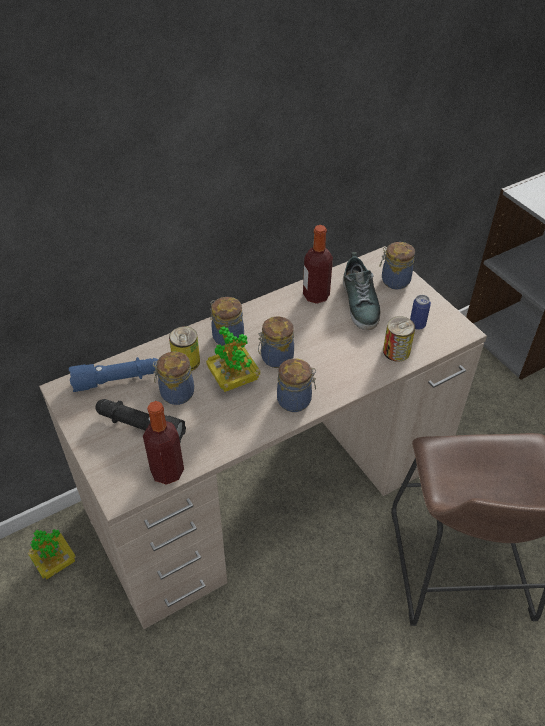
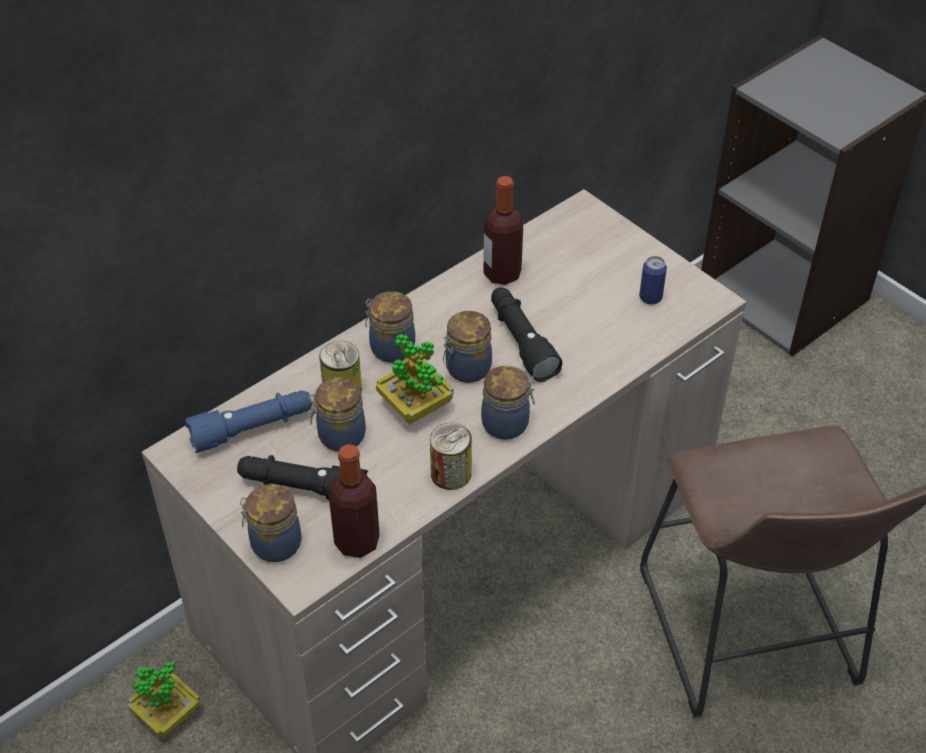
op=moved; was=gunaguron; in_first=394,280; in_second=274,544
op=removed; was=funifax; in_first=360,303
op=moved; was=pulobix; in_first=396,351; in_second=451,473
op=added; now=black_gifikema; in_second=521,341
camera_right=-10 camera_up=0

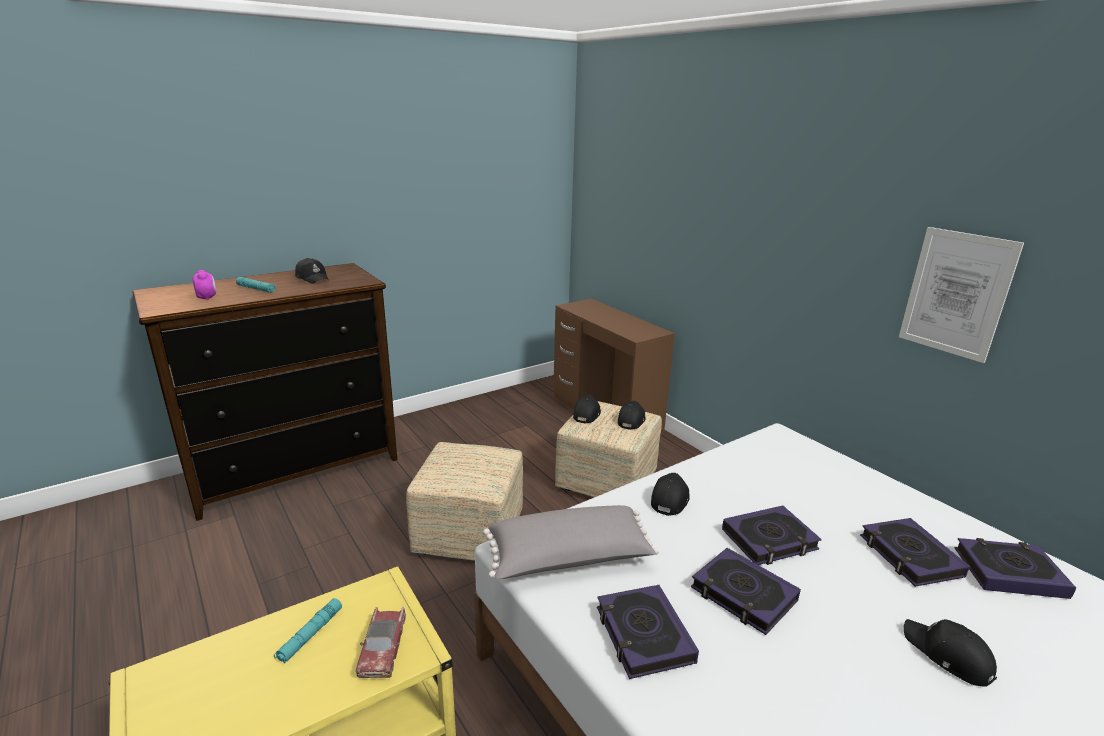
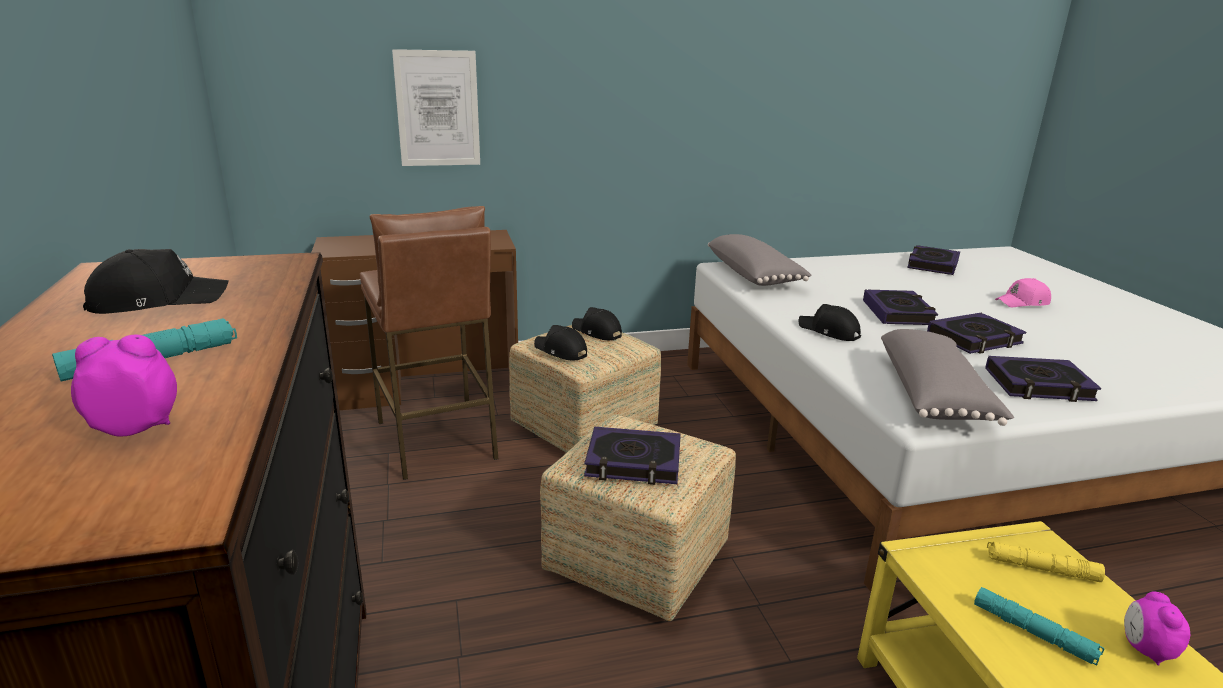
op=moved; was=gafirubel; in_first=956,293; in_second=438,109
op=moved; was=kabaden; in_first=909,556; in_second=633,462
op=replaced; was=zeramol; now=yellow_gifikema; in_first=383,648; in_second=1041,568
op=recoloured; was=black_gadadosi; now=pink_gadadosi; in_first=947,656; in_second=1023,302
op=added; now=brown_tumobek; in_second=436,440
op=added; now=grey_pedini; in_second=754,275
op=added; now=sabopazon; in_second=1145,650
camera_right=-70 camera_up=0

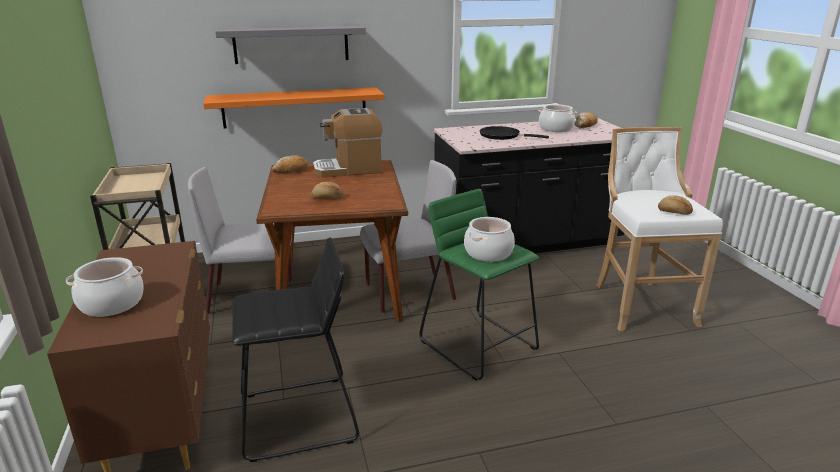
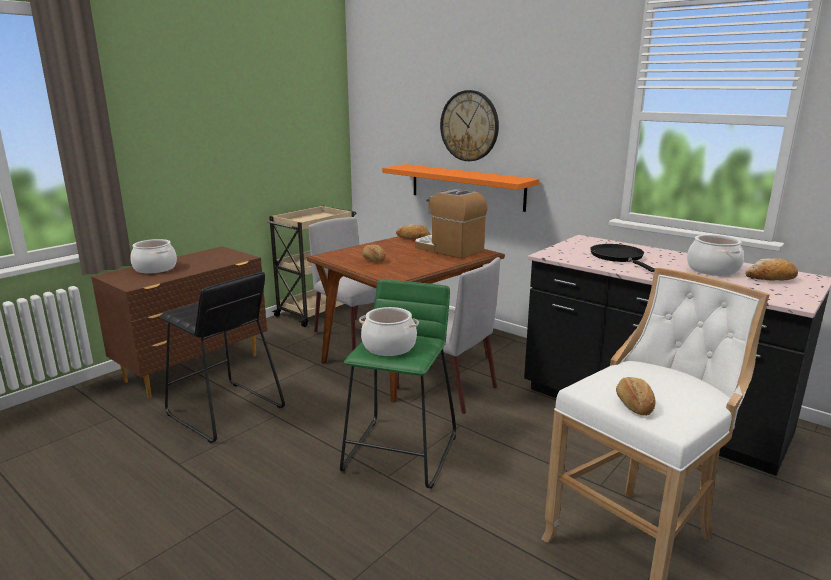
op=replaced; was=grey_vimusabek; now=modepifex; in_first=291,44; in_second=469,126
camera_right=55 camera_up=-5

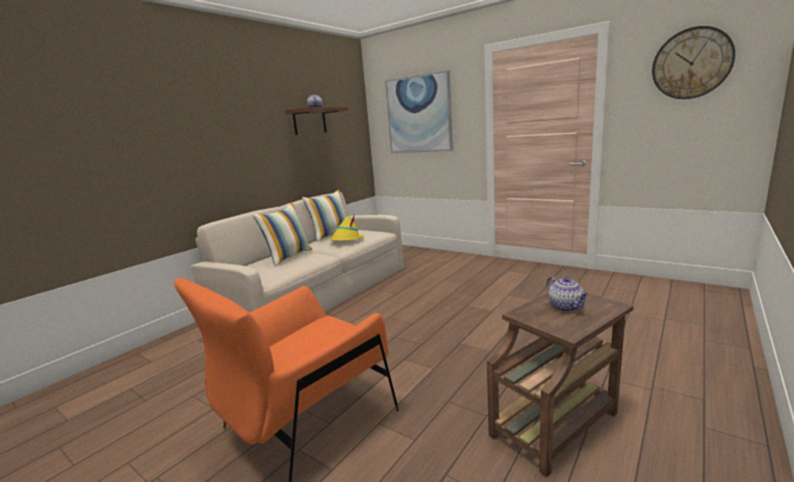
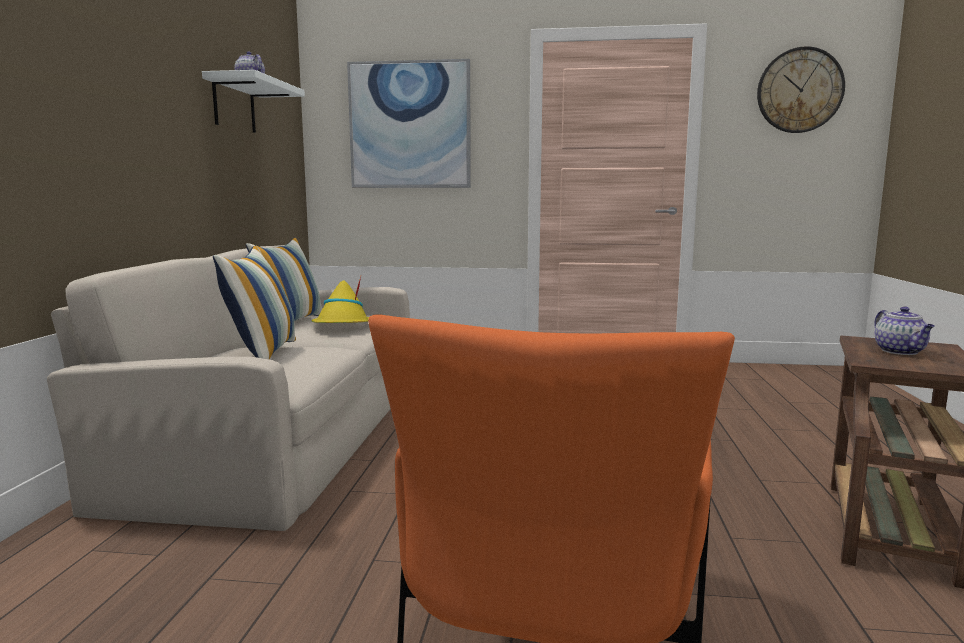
op=recoloured; was=brown_vimusabek; now=white_vimusabek; in_first=309,121; in_second=234,105
op=turned; was=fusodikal; in_first=566,307; in_second=901,352; clockwise=45
camera_right=-30 camera_up=-5

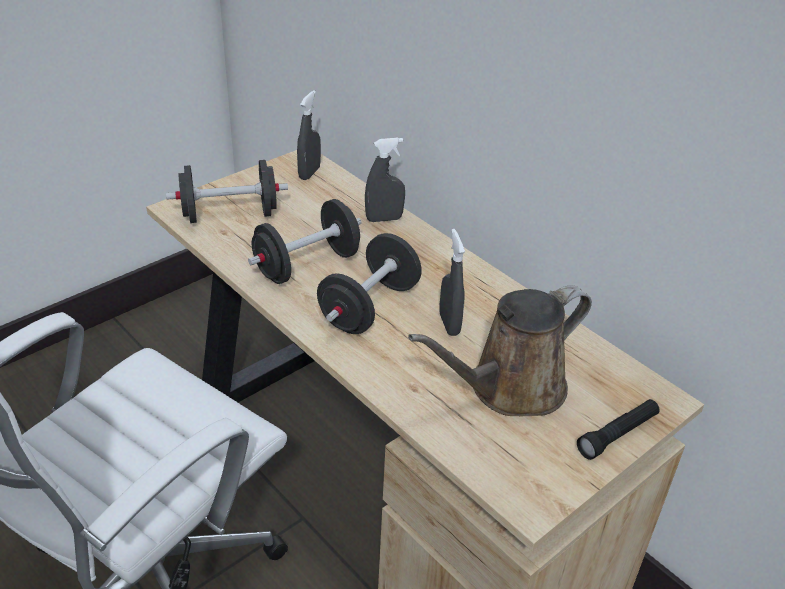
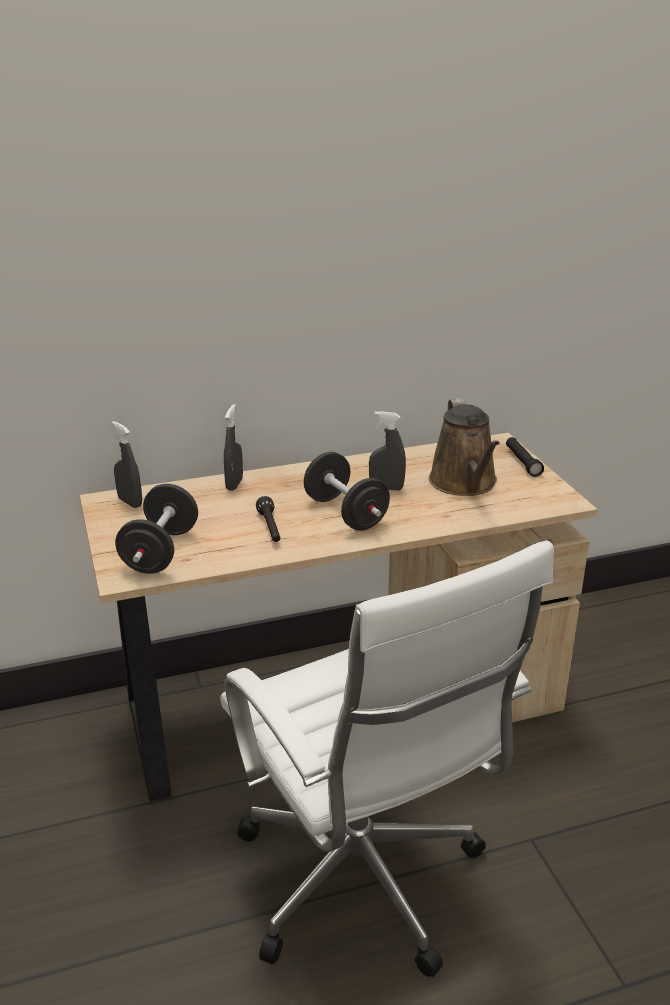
op=replaced; was=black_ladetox; now=black_gifikema; in_first=307,265; in_second=270,528
camera_right=-65 camera_up=-10

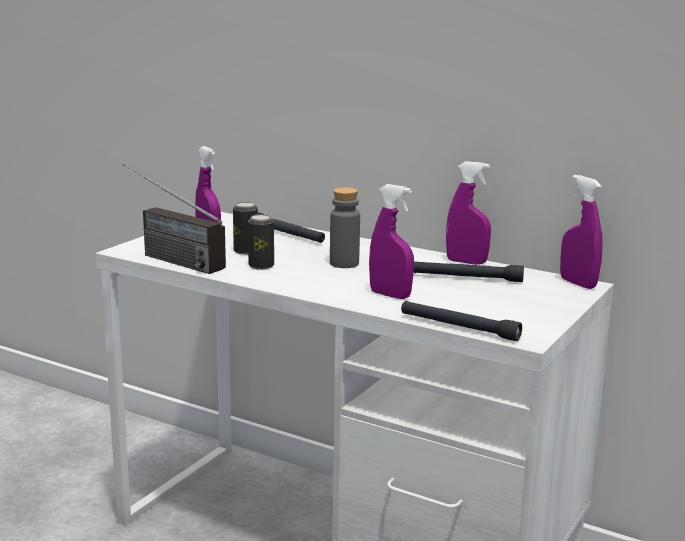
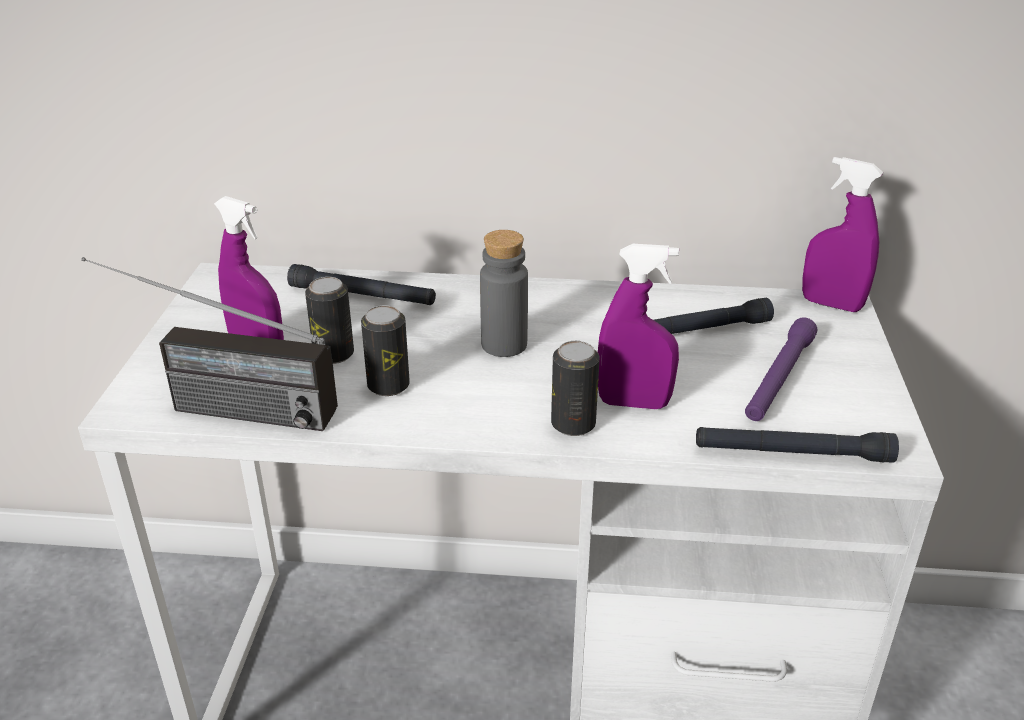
op=removed; was=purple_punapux; in_first=466,262
op=added; now=purple_gifikema; in_second=779,379
op=added; now=pulobix; in_second=573,424
camera_right=-25 camera_up=15

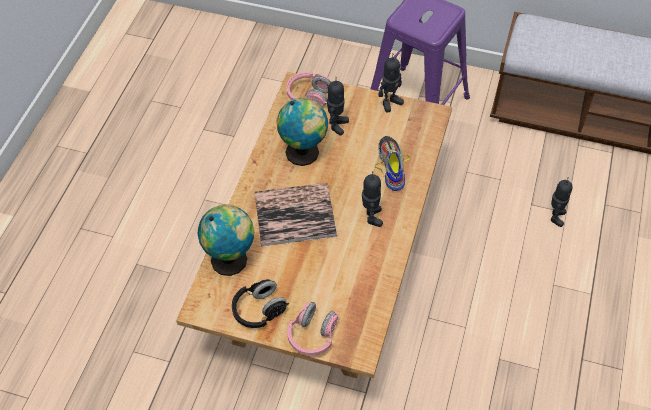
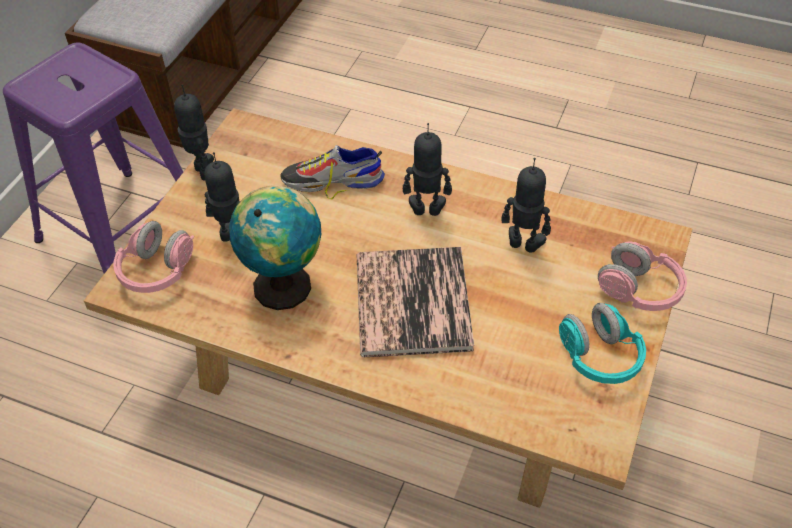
op=moved; was=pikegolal; in_first=555,217; in_second=523,244
op=removed; was=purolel; in_first=232,259
op=recoloured; was=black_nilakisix; now=turquoise_nilakisix; in_first=259,310; in_second=599,357
camera_right=-85 camera_up=-5

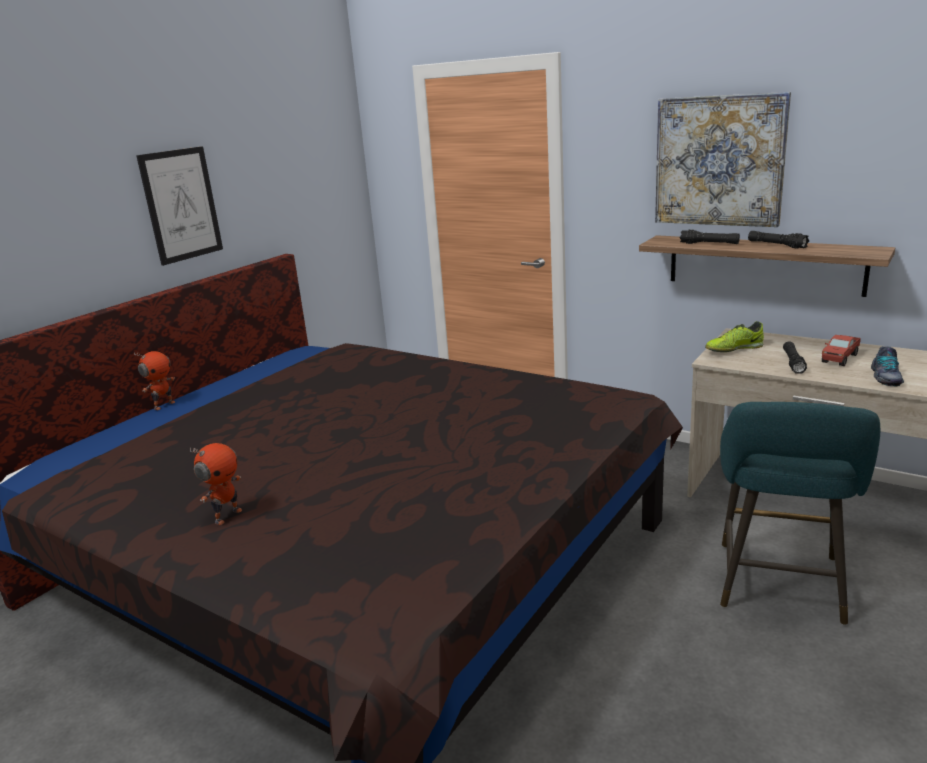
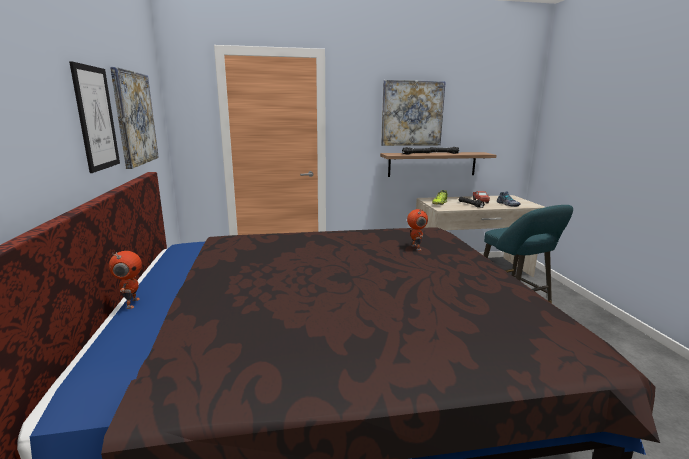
op=moved; was=pikegolal; in_first=227,515; in_second=415,248
op=added; now=gafirubel; in_second=135,118
camera_right=-45 camera_up=-5

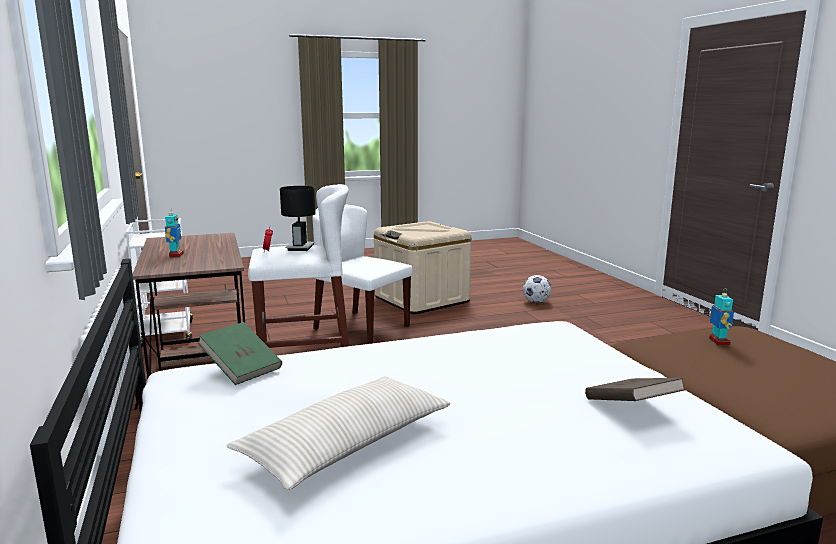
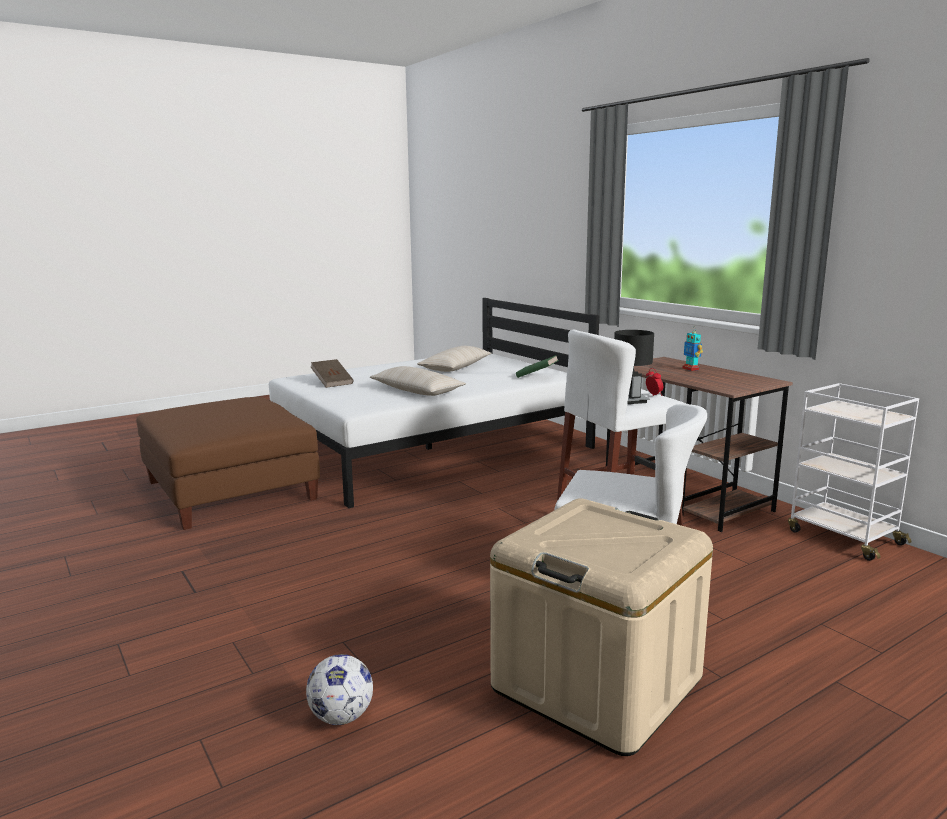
op=removed; was=pikegolal; in_first=718,342
op=added; now=beige_pedini; in_second=417,391
camera_right=165 camera_up=0

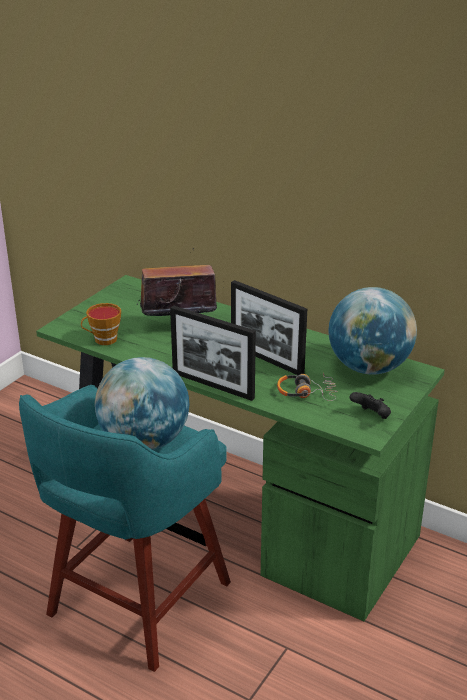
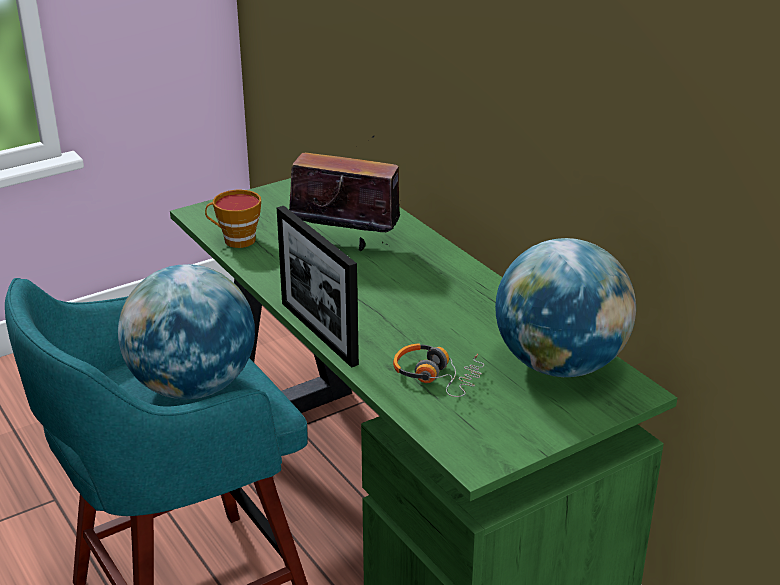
op=removed; was=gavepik; in_first=266,359
op=removed; was=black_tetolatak; in_first=371,416
camera_right=25 camera_up=0

